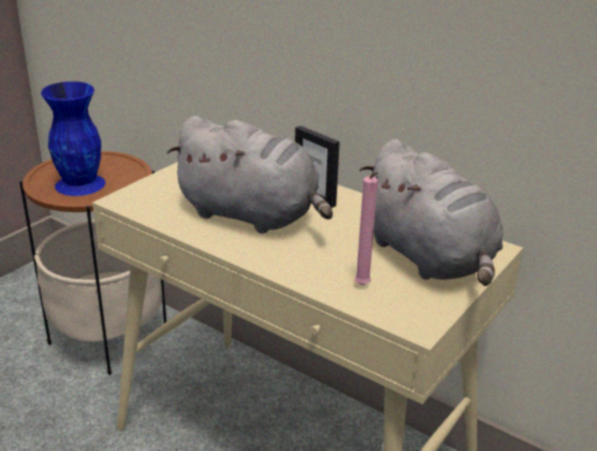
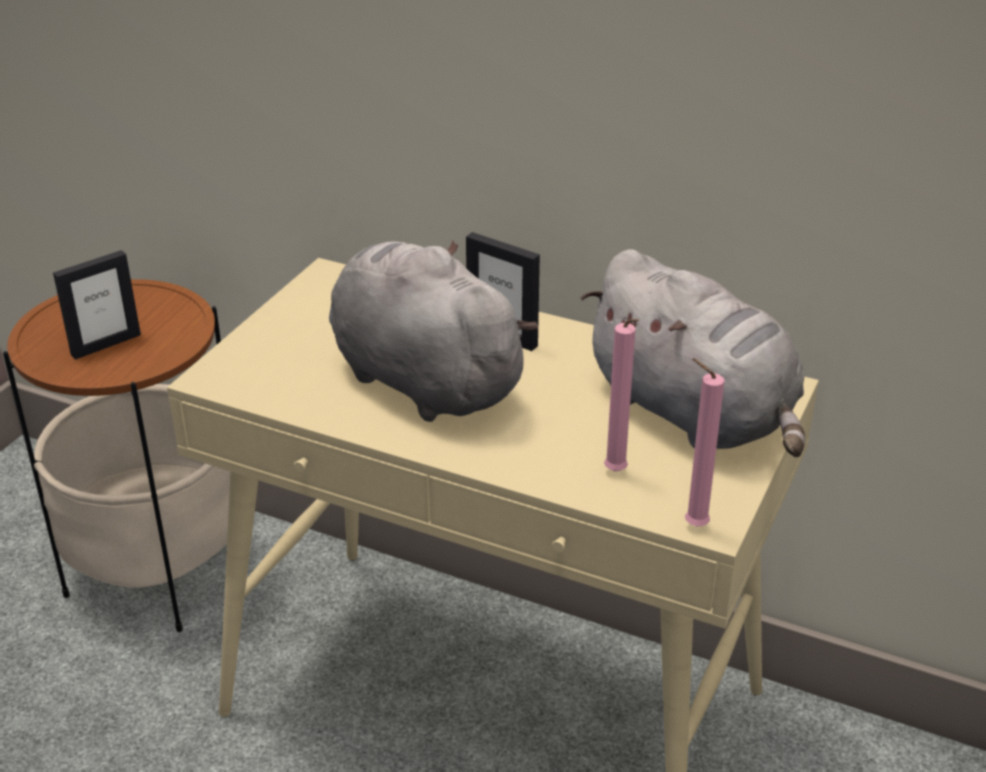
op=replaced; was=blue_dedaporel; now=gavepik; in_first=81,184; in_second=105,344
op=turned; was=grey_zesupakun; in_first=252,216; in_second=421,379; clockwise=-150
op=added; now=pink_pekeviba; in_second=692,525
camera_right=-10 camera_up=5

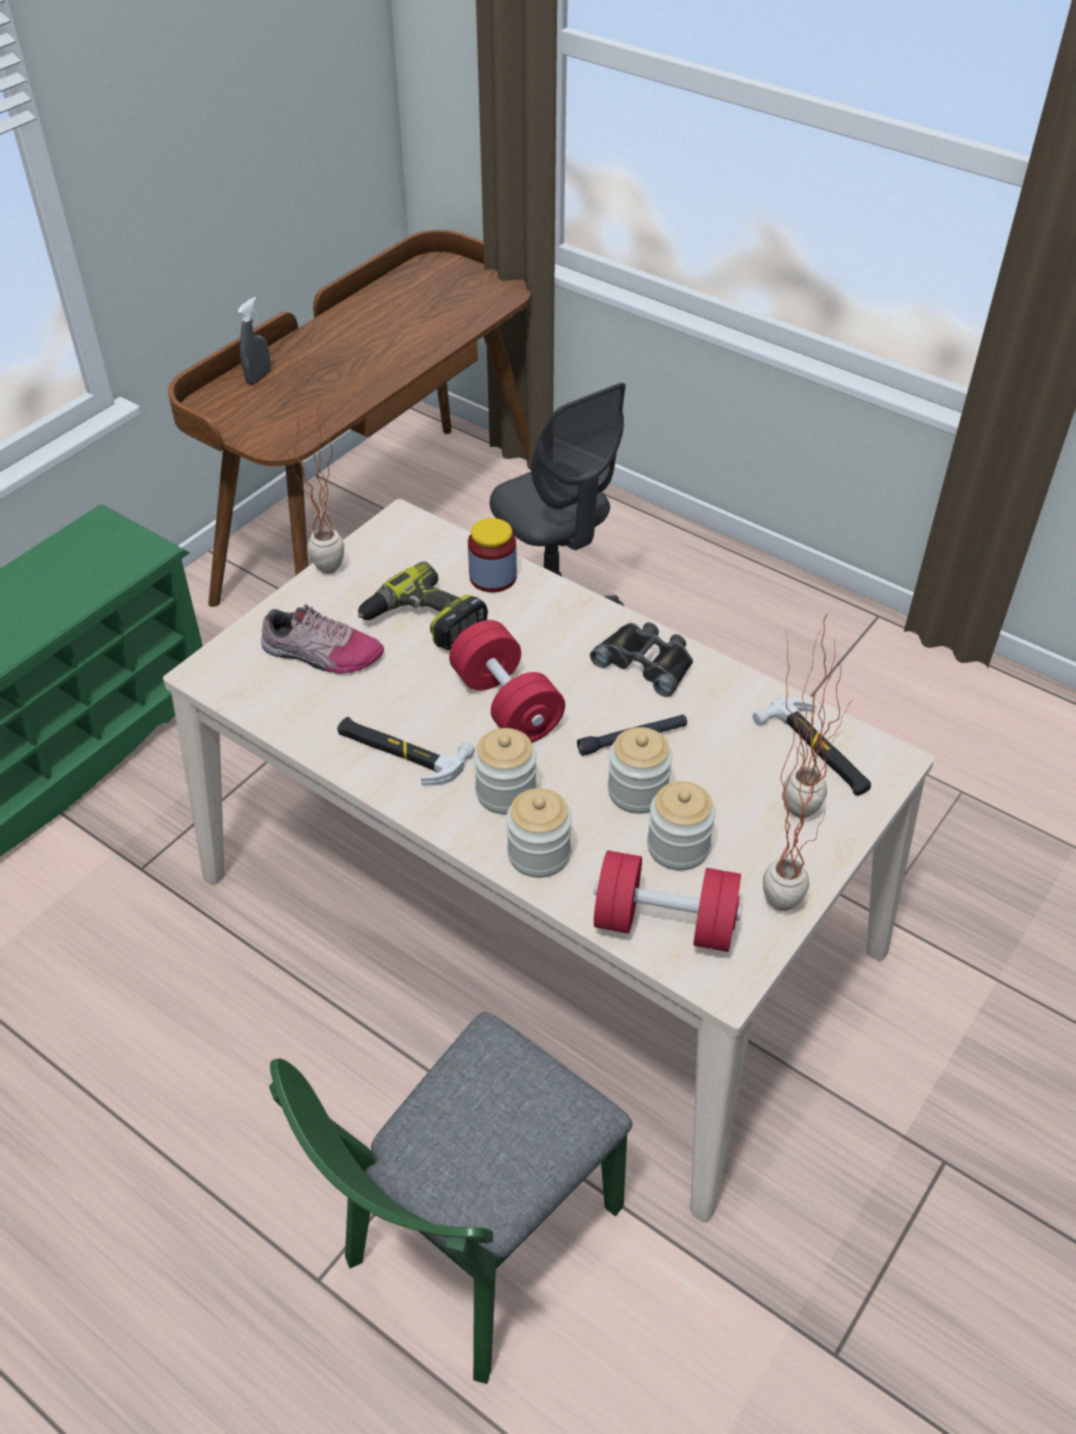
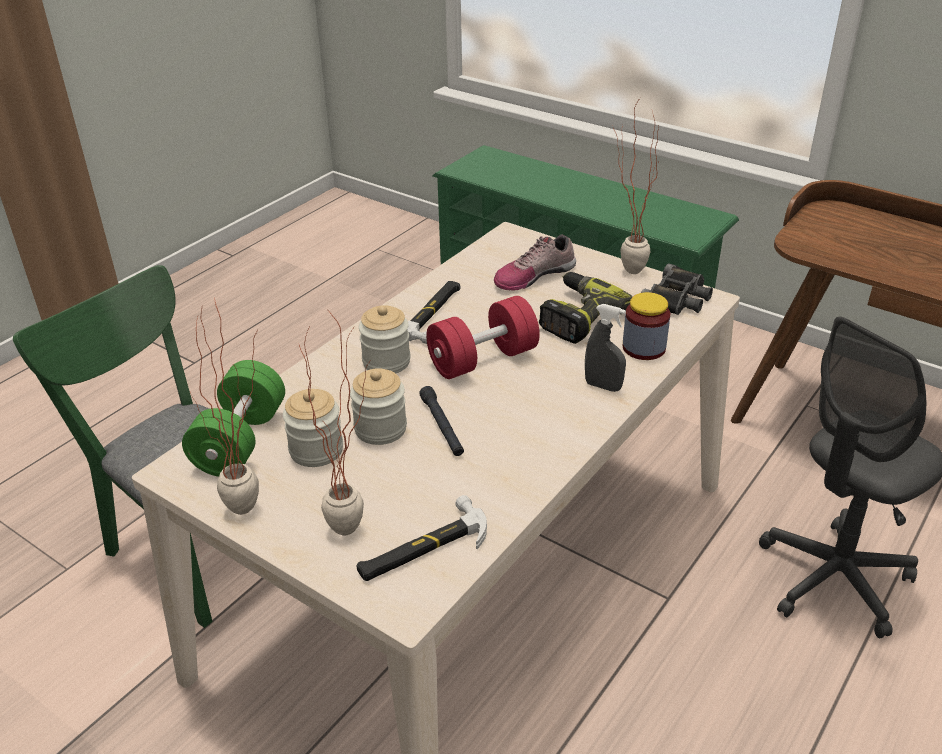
op=moved; was=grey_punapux; in_first=258,378; in_second=603,386
op=turned; was=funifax; in_first=321,654; in_second=533,275; clockwise=45
op=moved; was=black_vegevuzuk; in_first=646,662; in_second=677,298
op=removed; was=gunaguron; in_first=539,854
op=recoloured; was=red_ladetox; now=green_ladetox; in_first=664,923; in_second=240,440
camera_right=90 camera_up=-10

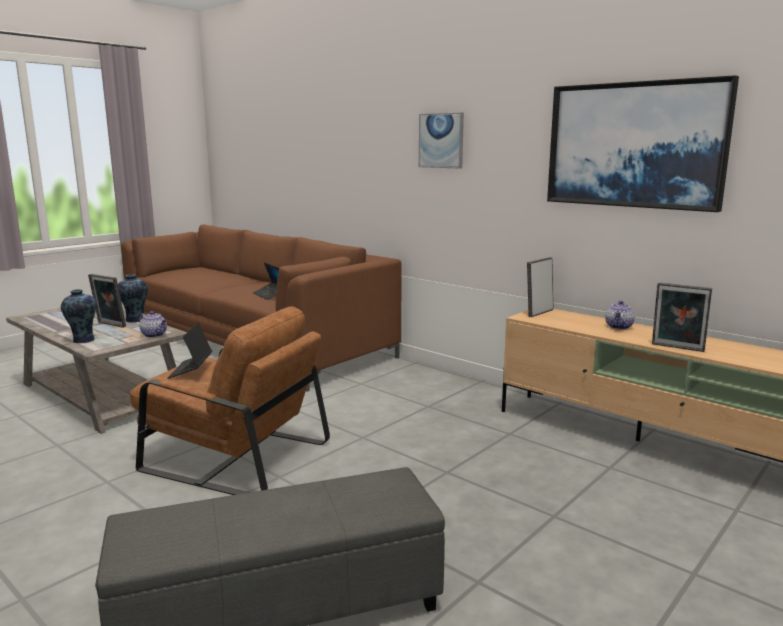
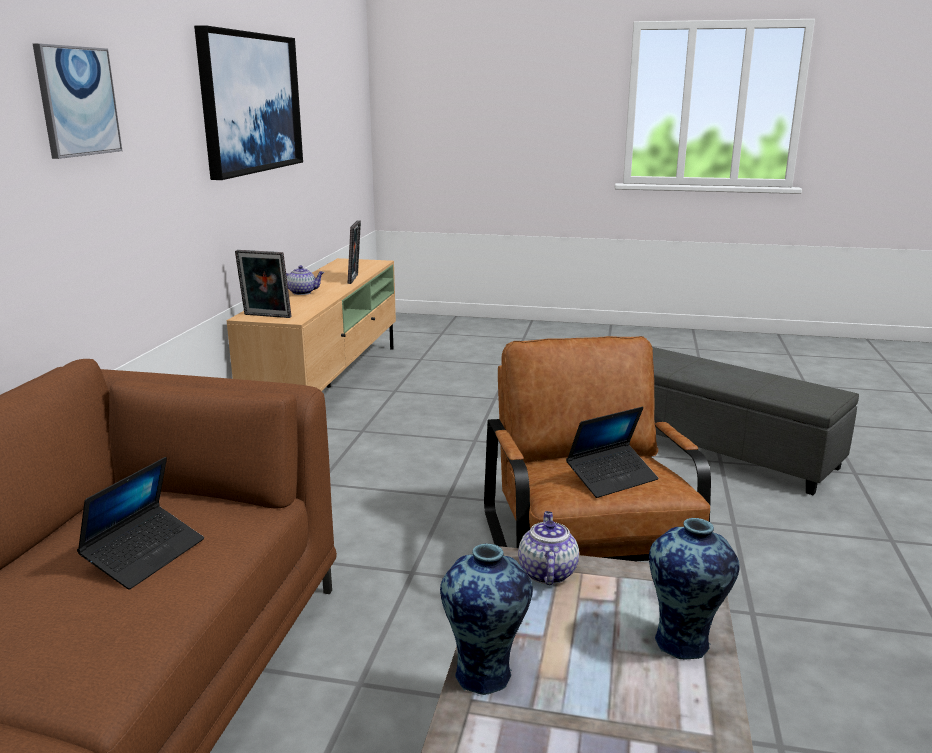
op=removed; was=gavepik; in_first=110,325
camera_right=-120 camera_up=5

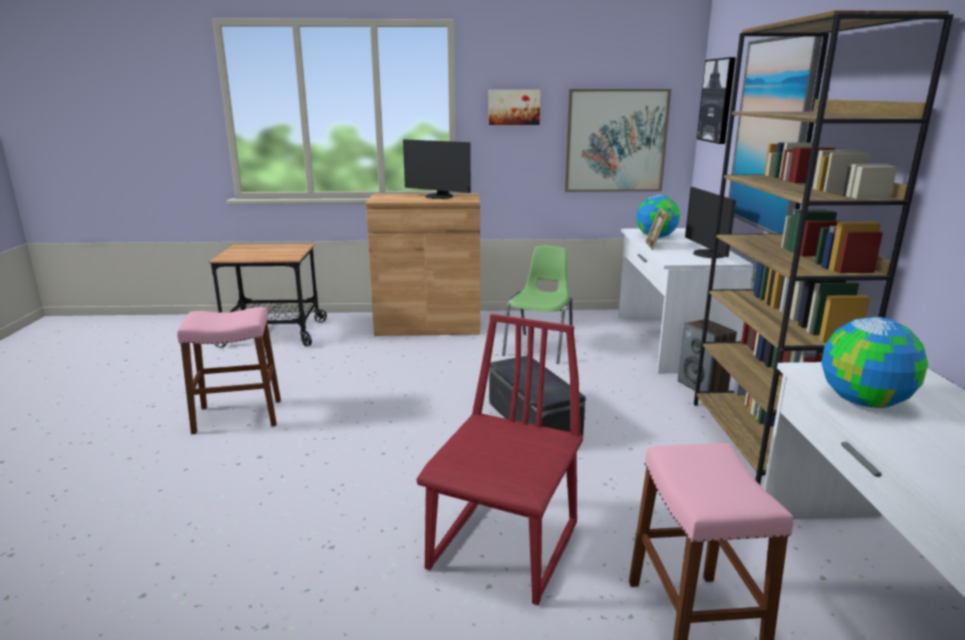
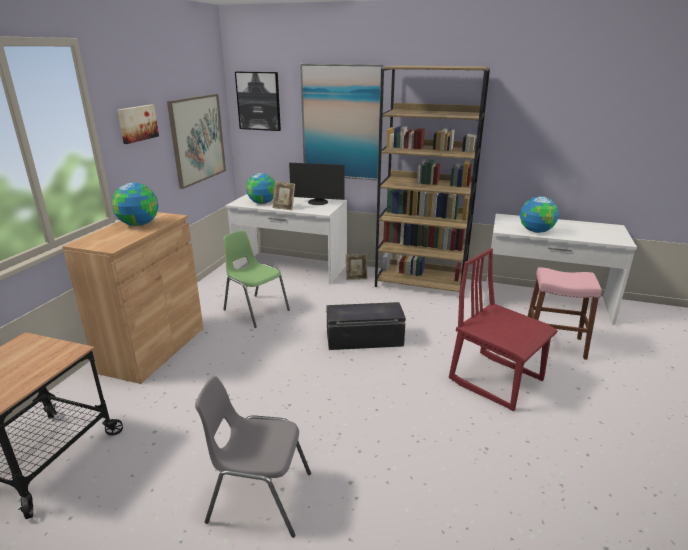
op=replaced; was=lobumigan; now=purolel; in_first=438,197; in_second=139,224
op=replaced; was=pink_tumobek; now=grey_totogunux; in_first=238,416; in_second=258,497
op=replaced; was=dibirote; now=gavepik; in_first=703,386; in_second=356,278
camera_right=-70 camera_up=5

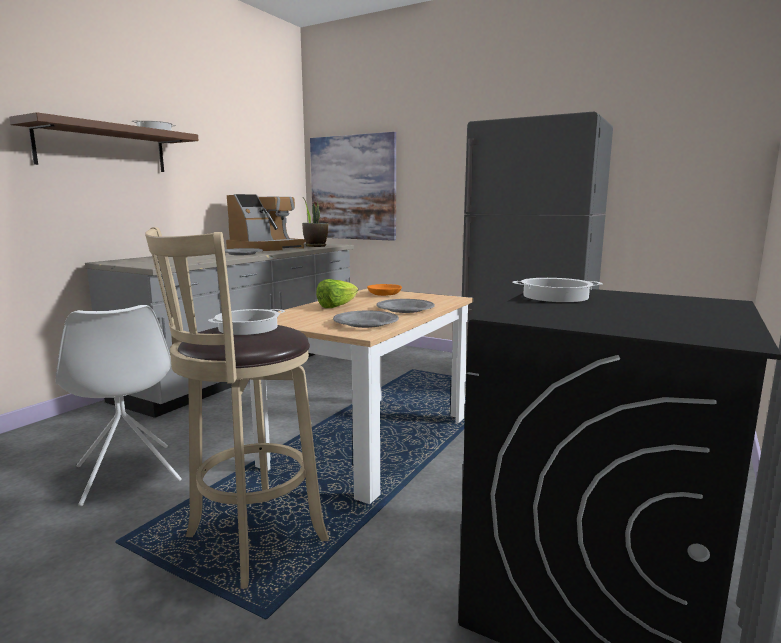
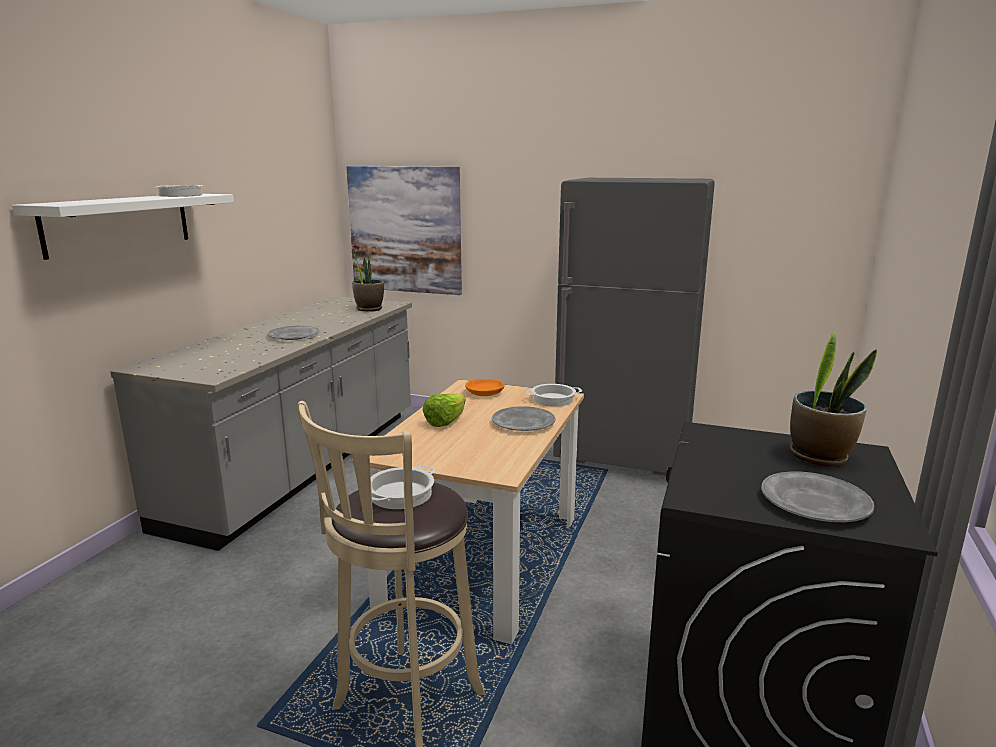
op=recoloured; was=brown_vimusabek; now=white_vimusabek; in_first=103,148; in_second=119,223
op=removed; was=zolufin; in_first=266,248
op=moved; was=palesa; in_first=555,297; in_second=553,399
op=removed; was=white_totogunux; in_first=127,475
op=moved; was=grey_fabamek; in_first=366,323; in_second=815,503
op=added; now=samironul; in_second=820,456
camera_right=-10 camera_up=5

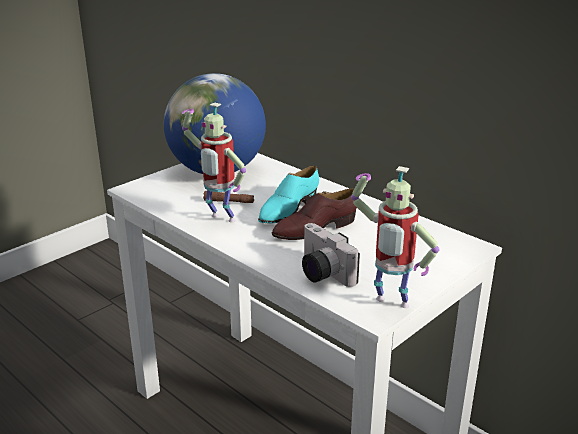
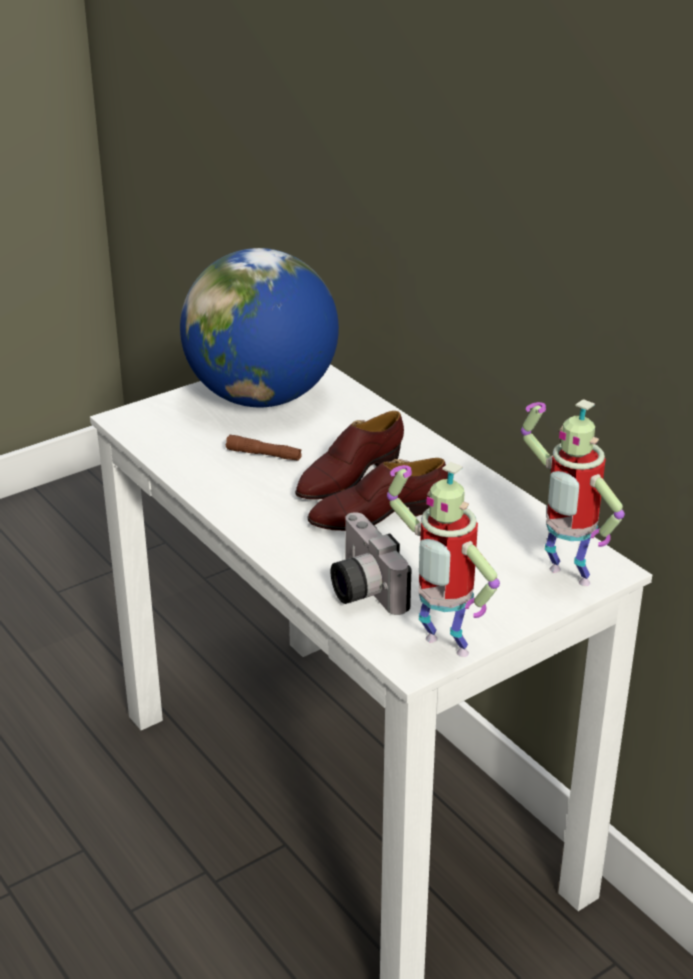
op=moved; was=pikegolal; in_first=219,219; in_second=564,578
op=recoloured; was=turquoise_funifax; now=brown_funifax; in_first=288,209; in_second=348,476
camera_right=10 camera_up=5

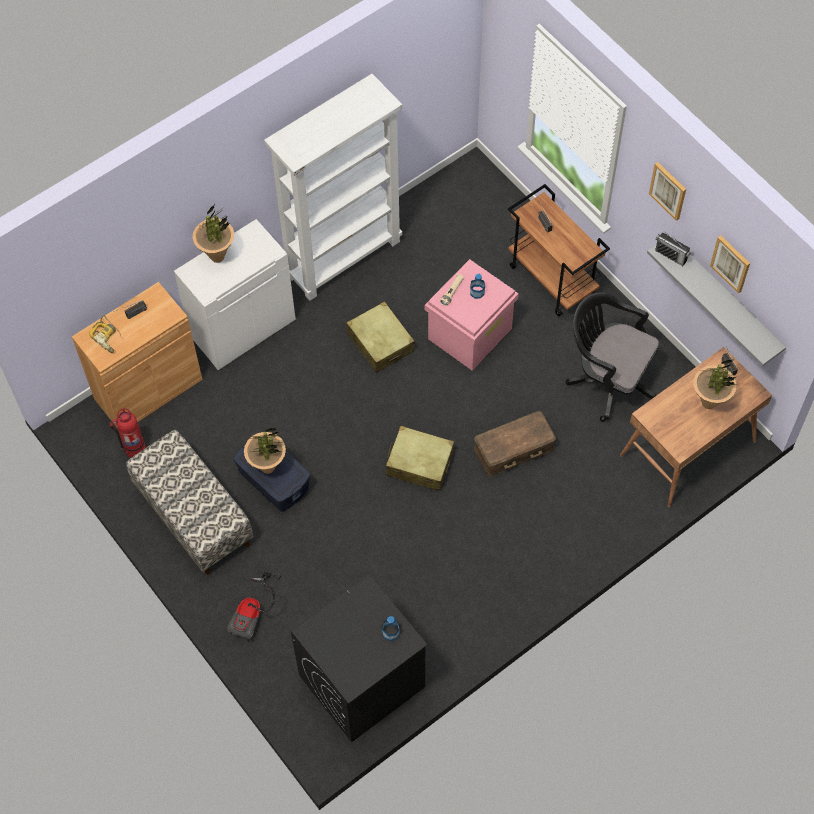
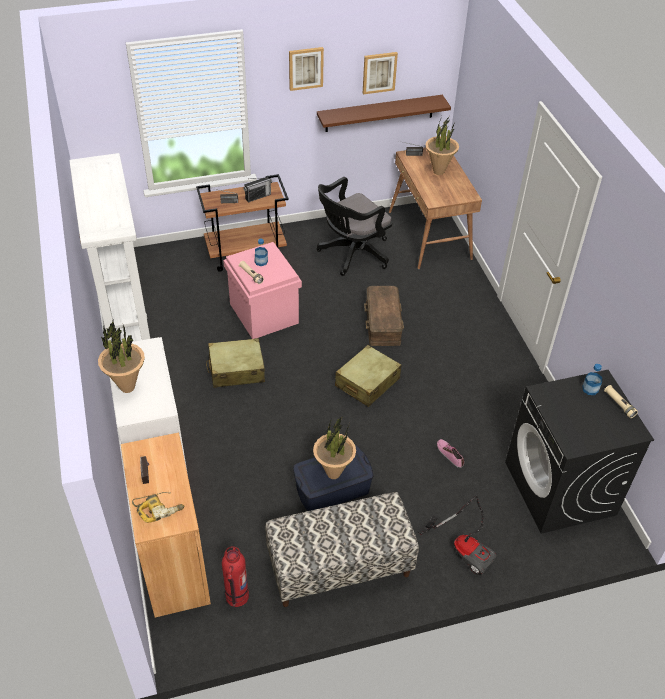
op=moved; was=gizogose; in_first=671,255; in_second=258,196
op=recoloured; was=grey_vimusabek; now=brown_vimusabek; in_first=724,298; in_second=379,113
op=added; now=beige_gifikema; in_second=619,404
op=added; now=funifax; in_second=450,454
camera_right=-70 camera_up=-15

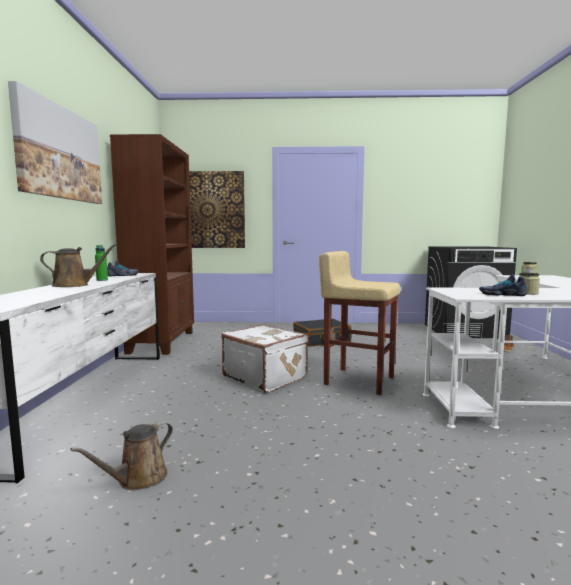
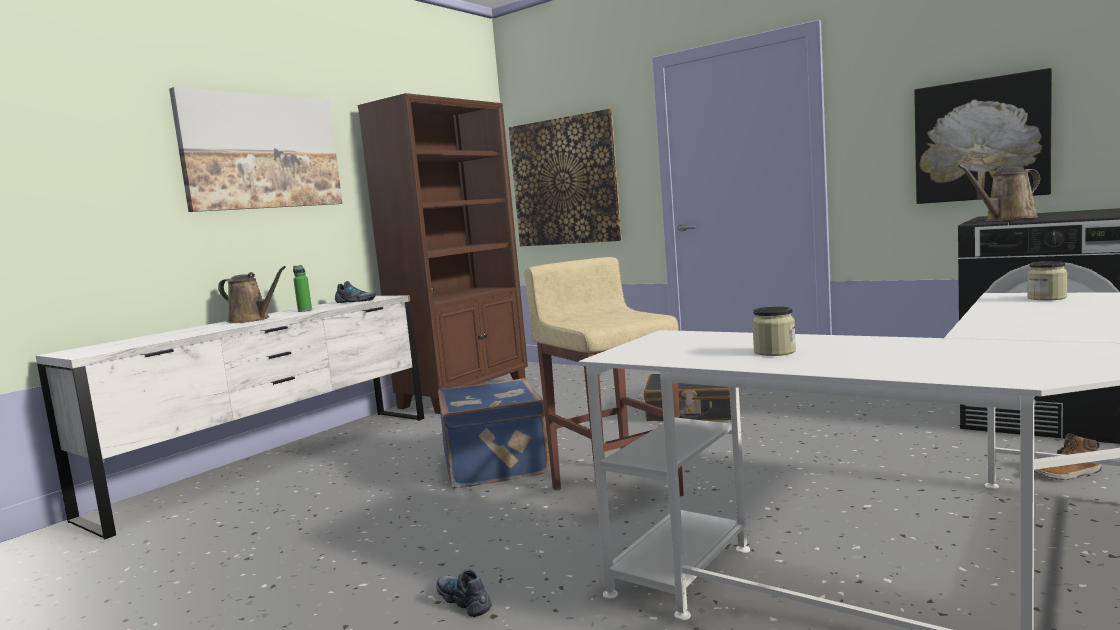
op=moved; was=funifax; in_first=502,294; in_second=464,600
op=recoloured; was=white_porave; now=blue_porave; in_first=265,377; in_second=497,464
op=moved; was=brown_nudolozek; in_first=138,479; in_second=1007,219
op=added; now=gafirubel; in_second=981,140
camera_right=35 camera_up=0

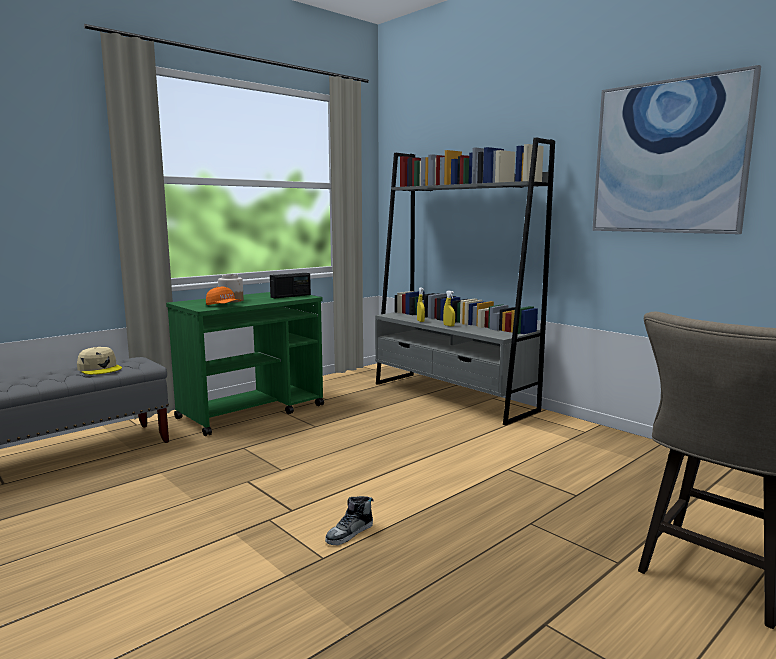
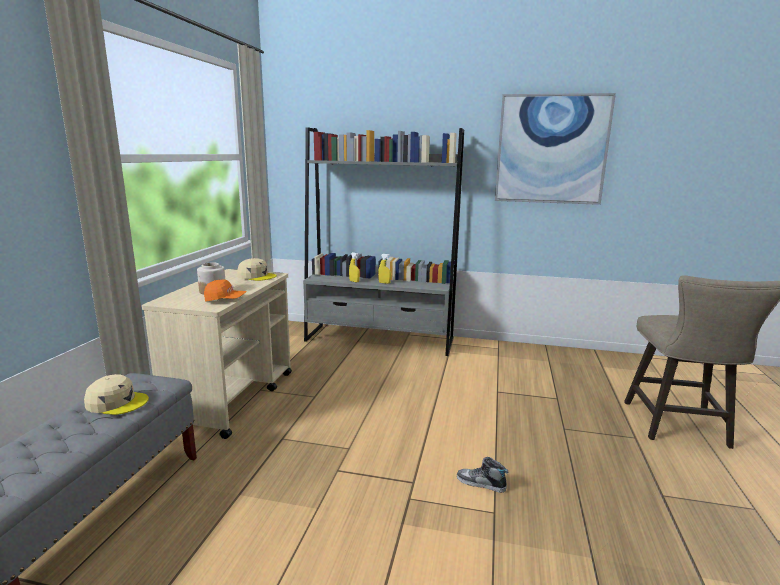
op=replaced; was=gizogose; now=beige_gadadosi; in_first=291,296; in_second=256,276
op=recoloured; was=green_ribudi; now=beige_ribudi; in_first=252,411; in_second=233,398
op=turned; was=funifax; in_first=350,533; in_second=481,483; clockwise=105
camera_right=-35 camera_up=5

